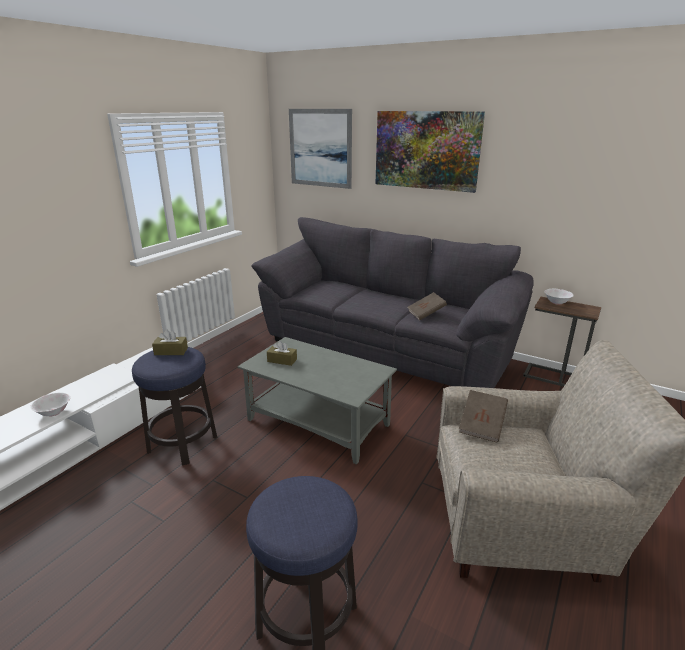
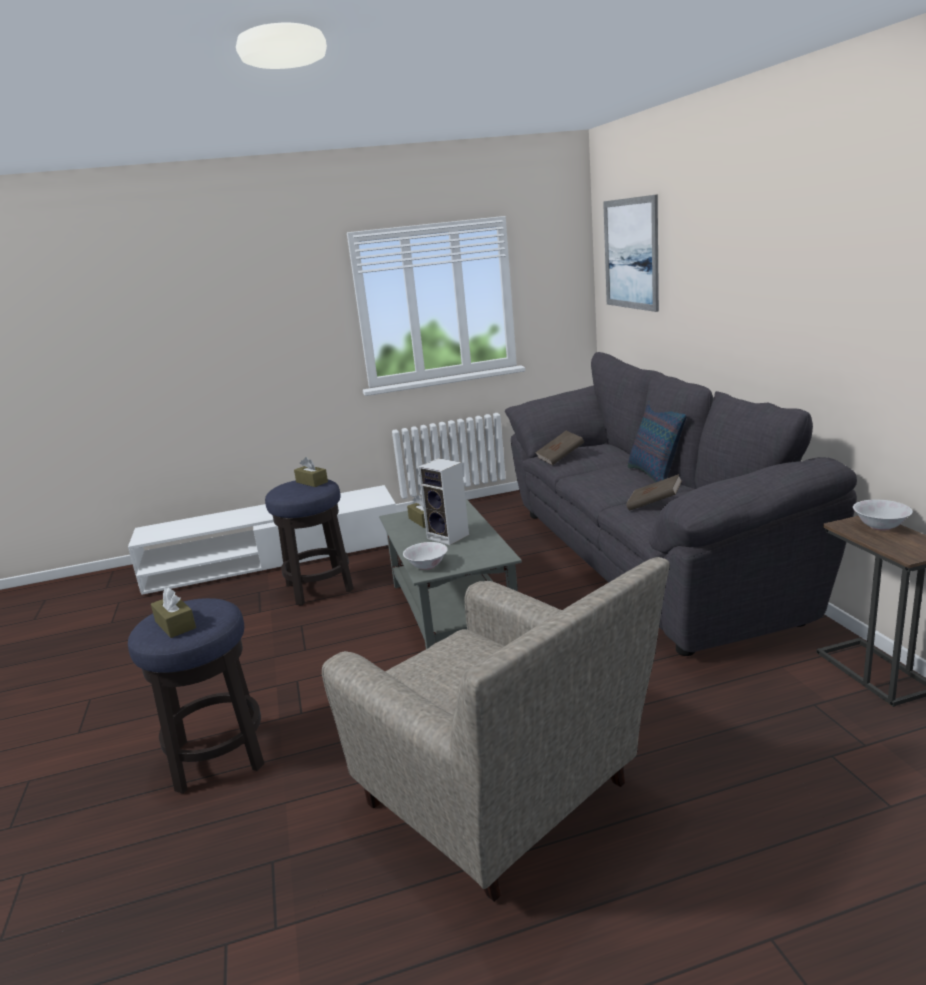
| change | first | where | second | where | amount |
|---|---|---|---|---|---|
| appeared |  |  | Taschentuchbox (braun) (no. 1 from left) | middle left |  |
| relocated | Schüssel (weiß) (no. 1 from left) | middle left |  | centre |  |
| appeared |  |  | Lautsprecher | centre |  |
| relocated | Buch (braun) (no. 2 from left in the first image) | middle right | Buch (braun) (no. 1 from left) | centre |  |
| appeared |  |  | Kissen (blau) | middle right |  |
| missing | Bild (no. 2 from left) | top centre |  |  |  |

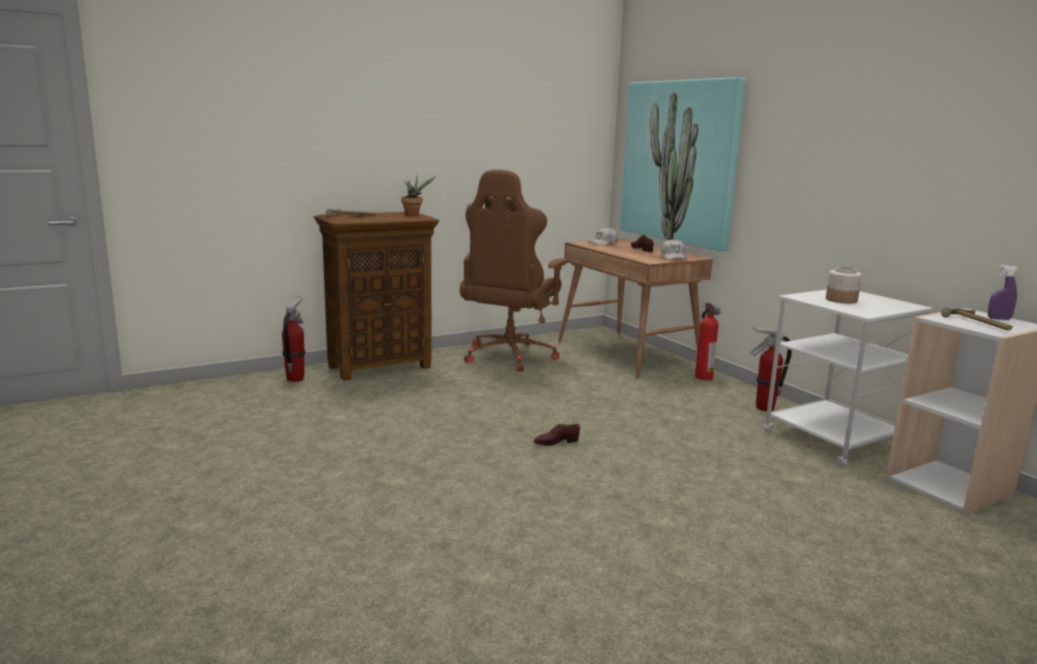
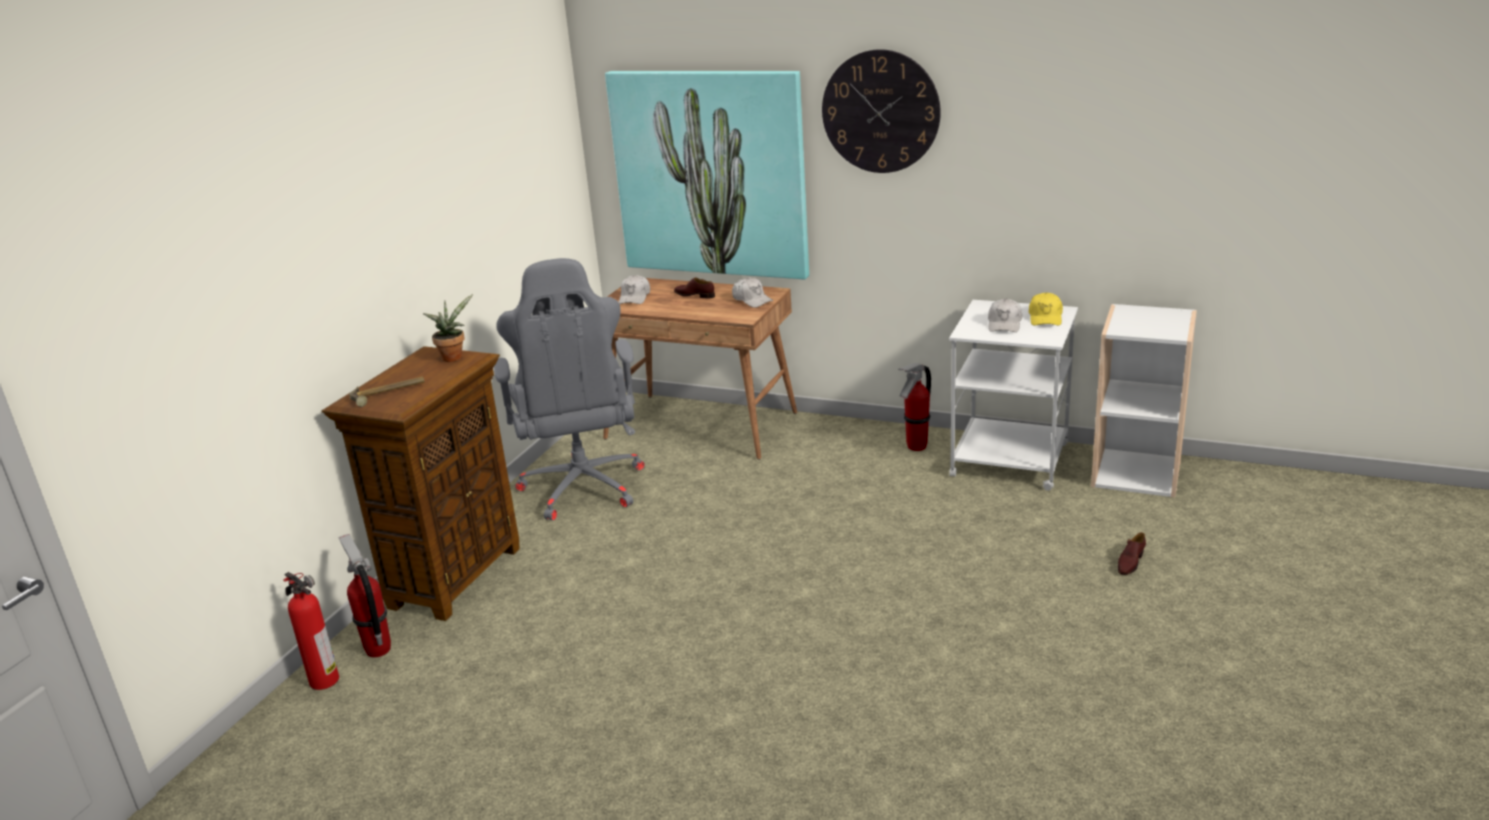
| change | first | where | second | where | amount |
|---|---|---|---|---|---|
| relocated | Feuerlöscher (no. 2 from left in the first image) | middle right | Feuerlöscher (no. 1 from left) | bottom left |  |
| colour | Bürostuhl (braun) | centre | Bürostuhl (grau) | centre |  |
| appeared |  |  | Wanduhr | top centre |  |
| exchanged | Vorratsglas | middle right | Kappe (weiß) (no. 3 from left) | middle right |  |
| appeared |  |  | Kappe (gelb) | middle right |  |
| relocated | Schuh (braun) (no. 1 from left in the first image) | centre | Schuh (braun) (no. 2 from left) | bottom right |  |
| missing | Hammer (no. 2 from left) | middle right |  |  |  |
| missing | Sprühflasche (lila) | middle right |  |  |  |

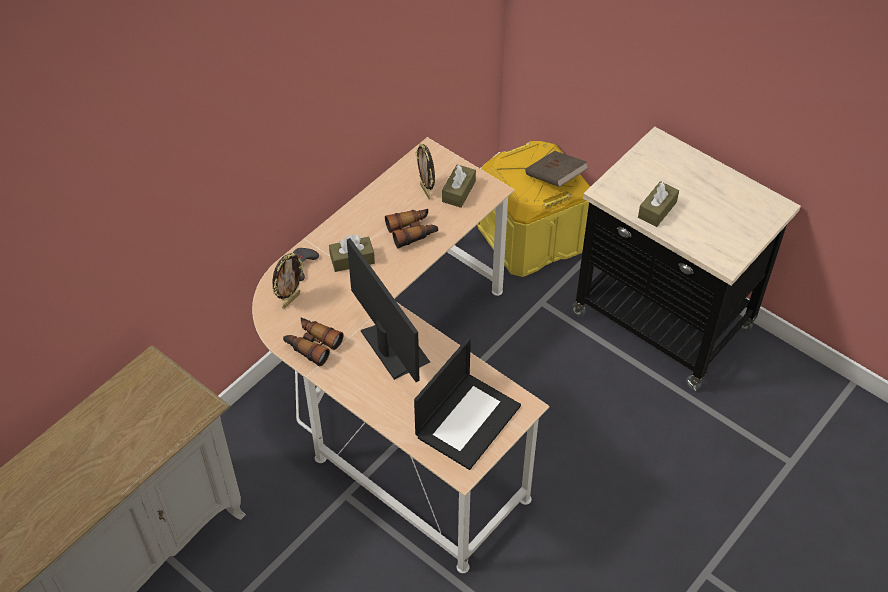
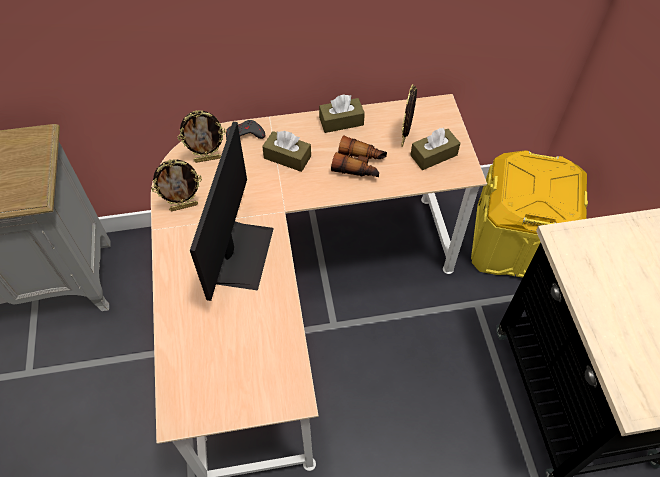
| change | first | where | second | where | amount |
|---|---|---|---|---|---|
| exchanged | Fernglas (no. 1 from left) | centre | Bilderrahmen (no. 1 from left) | middle left |  |
| relocated | Taschentuchbox (braun) (no. 3 from left in the first image) | middle right | Taschentuchbox (braun) (no. 2 from left) | top centre |  |
| missing | Laptop | bottom centre |  |  |  |
| missing | Buch (braun) | top centre |  |  |  |

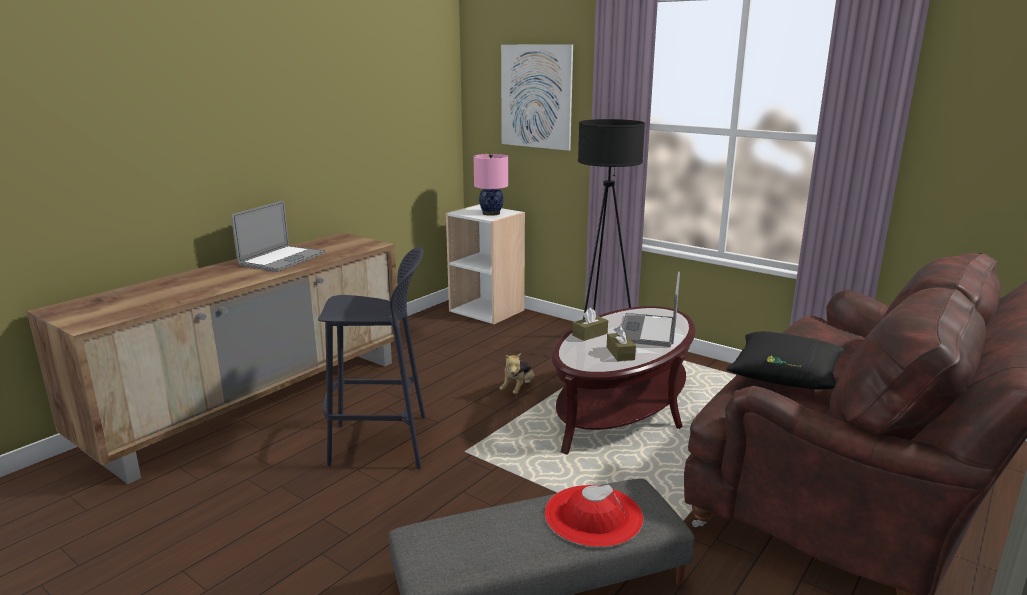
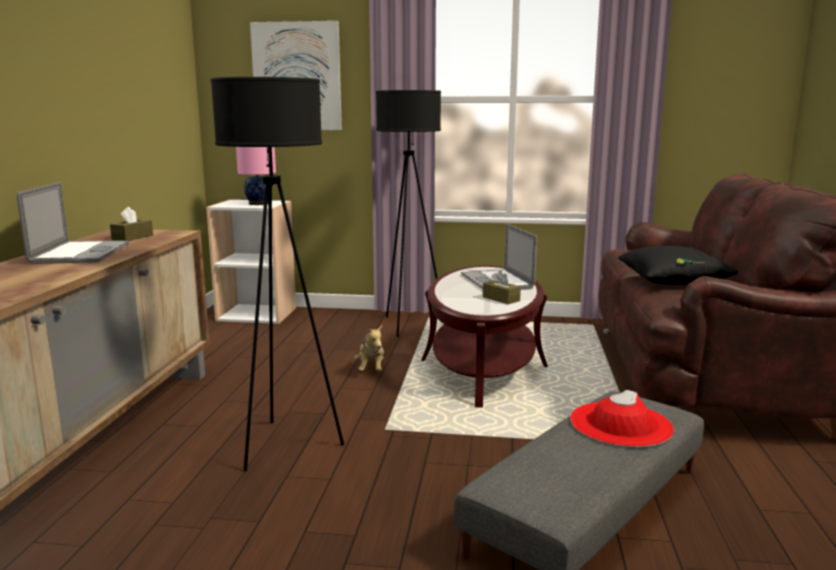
| change | first | where | second | where | amount |
|---|---|---|---|---|---|
| relocated | Taschentuchbox (braun) (no. 1 from left) | centre |  | middle left |  |
| exchanged | Hocker (grau) | centre | Stehlampe (schwarz) (no. 1 from left) | middle left |  |

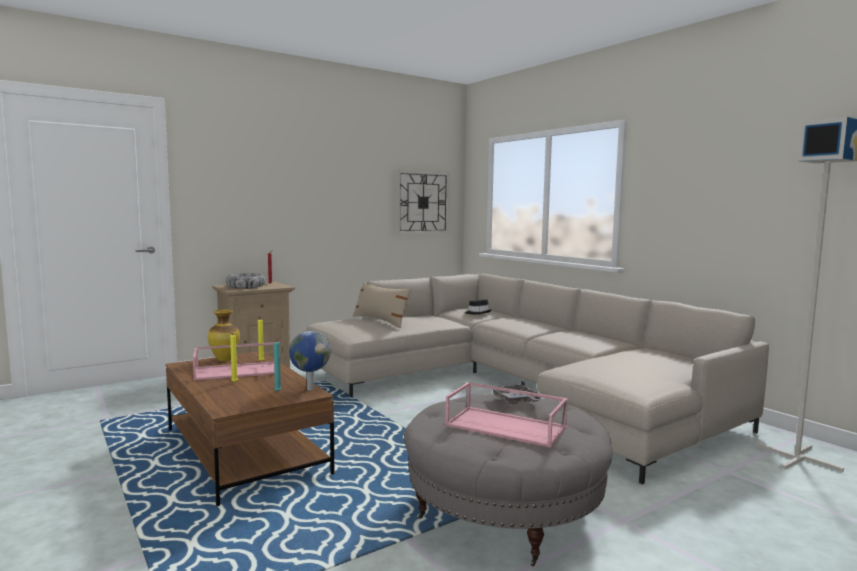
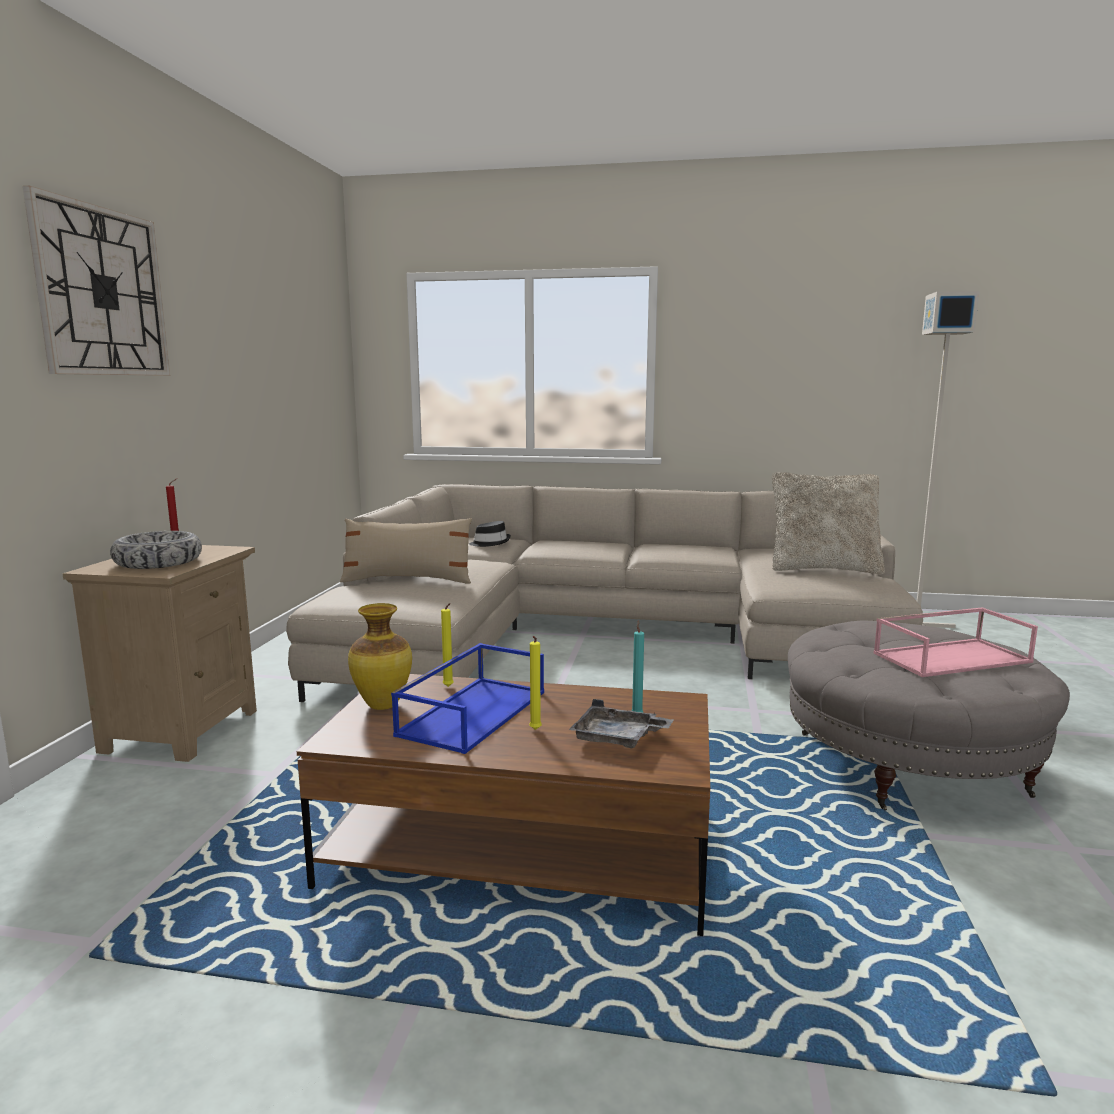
| change | first | where | second | where | amount |
|---|---|---|---|---|---|
| relocated | Wanduhr | centre |  | top left |  |
| colour | Tablett (rosa) (no. 1 from left) | middle left | Tablett (blau) | centre |  |
| relocated | Tablett (grau) | bottom centre |  | centre |  |
| appeared |  |  | Kissen (beige) (no. 2 from left) | middle right |  |
| missing | Globus | centre |  |  |  |

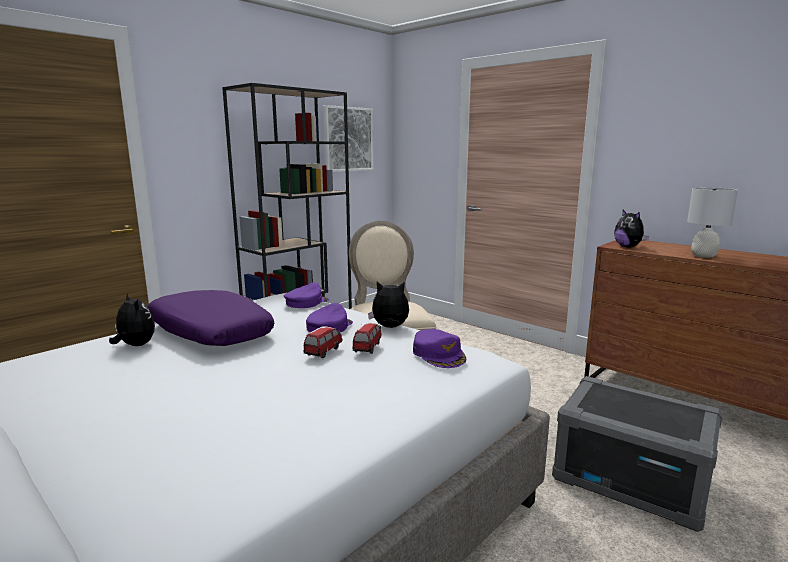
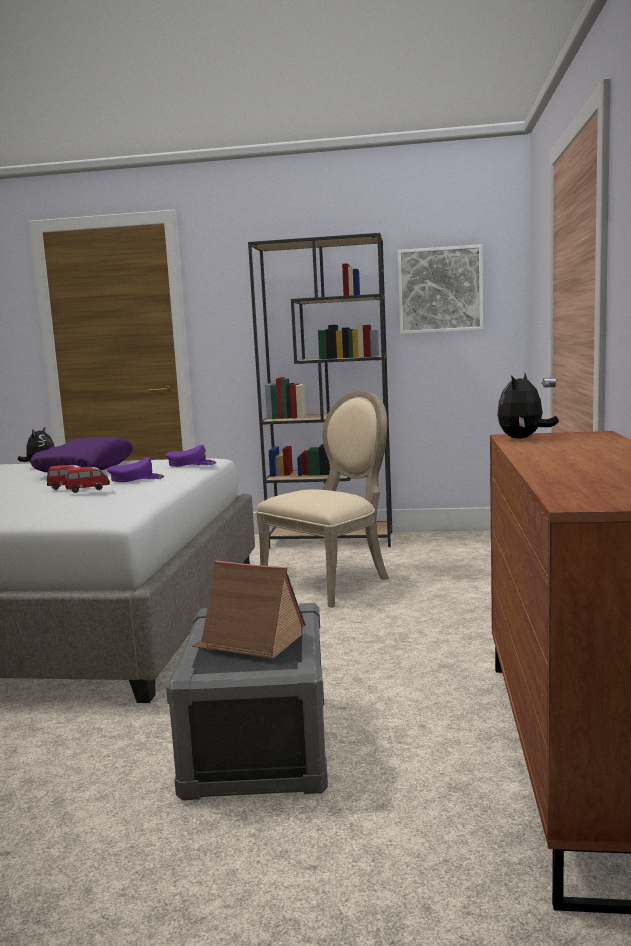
| change | first | where | second | where | amount |
|---|---|---|---|---|---|
| appeared |  |  | Spielzeughaus | centre |  |
| missing | Plüschtier (no. 2 from left) | centre |  |  |  |
| missing | Kappe (lila) (no. 3 from left) | centre |  |  |  |
| missing | Tischlampe (grau) | middle right |  |  |  |

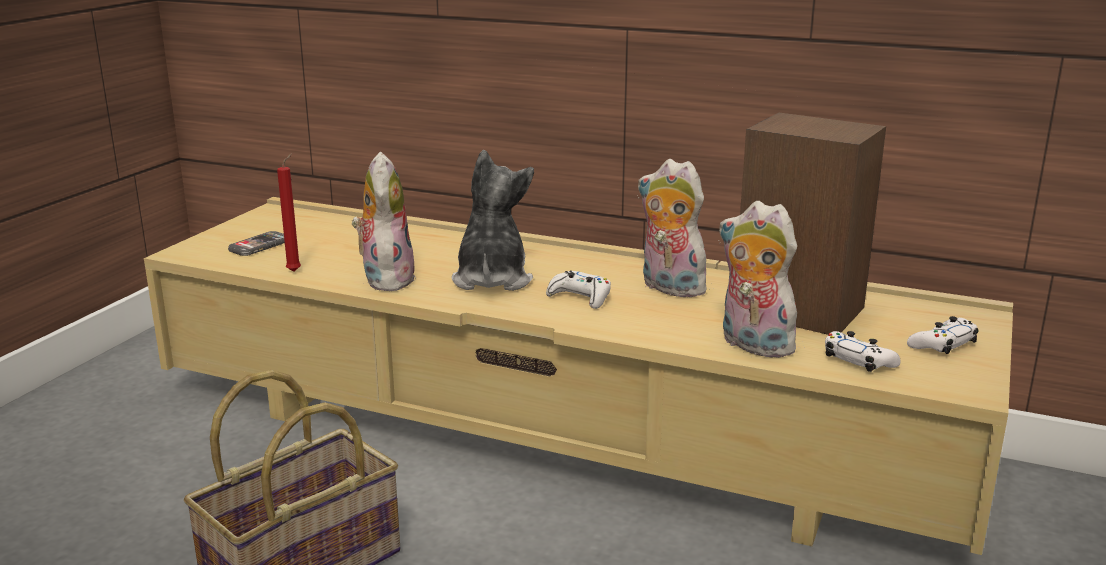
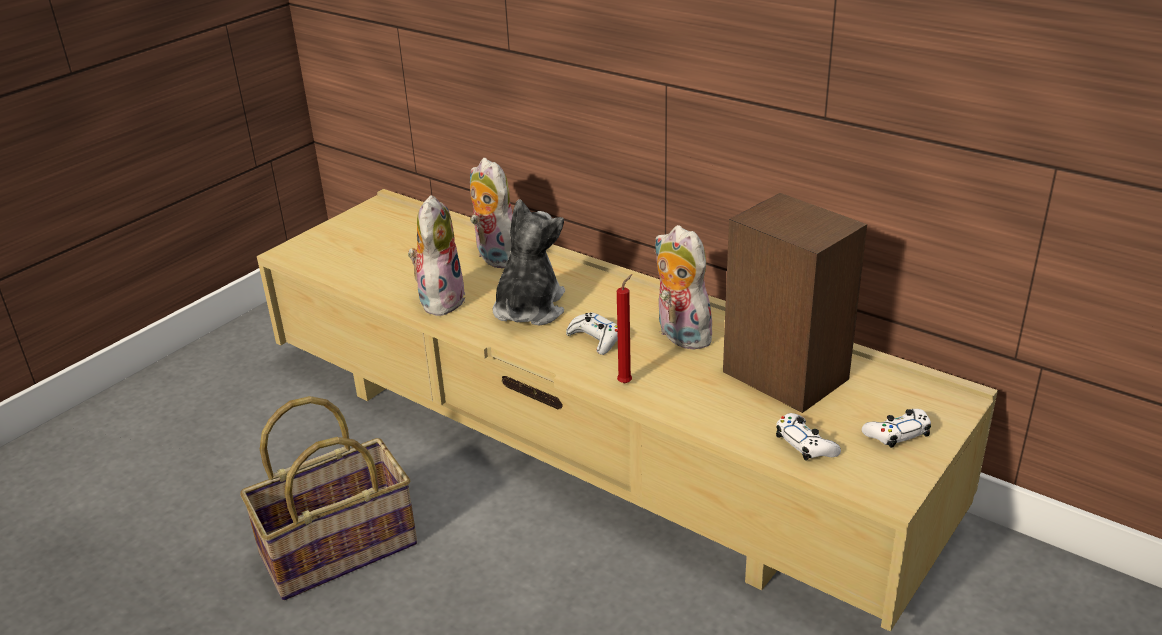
| change | first | where | second | where | amount |
|---|---|---|---|---|---|
| relocated | Plüschtier (no. 4 from left in the first image) | middle right | Plüschtier (no. 2 from left) | centre |  |
| relocated | Kerze (rot) | middle left |  | centre |  |
| missing | Handy | middle left |  |  |  |

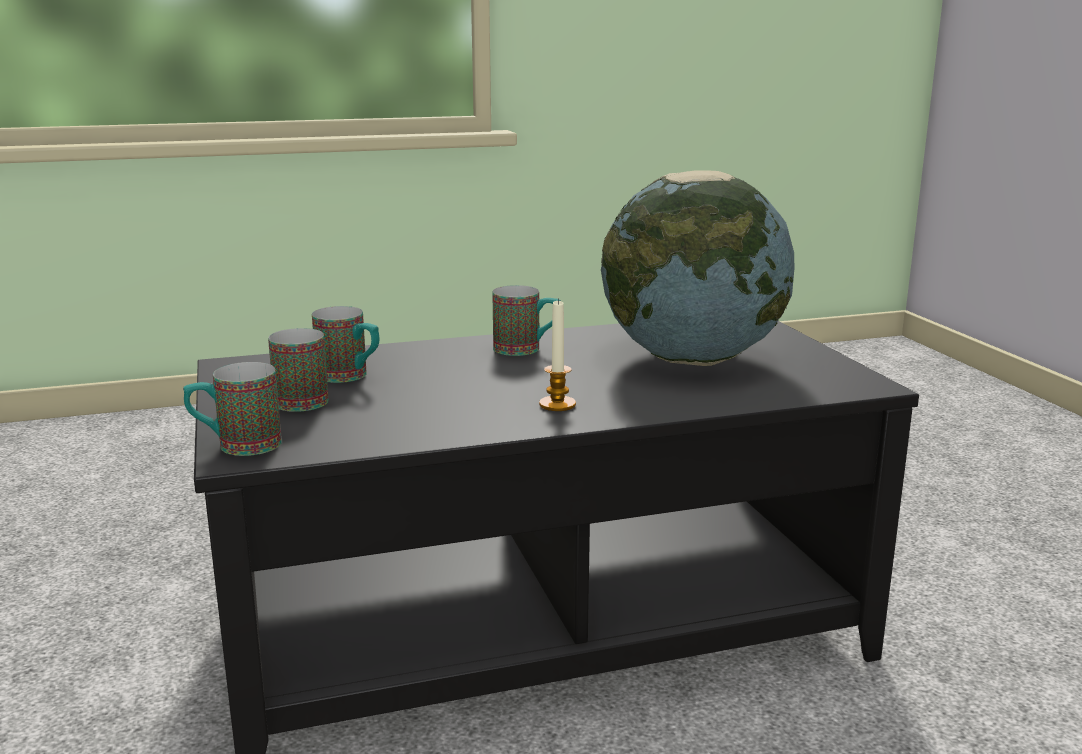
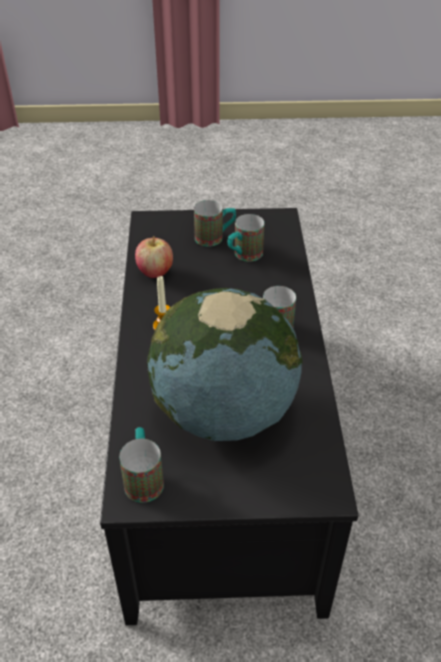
| change | first | where | second | where | amount |
|---|---|---|---|---|---|
| relocated | Henkelbecher (no. 1 from left) | middle left |  | bottom left |  |
| appeared |  |  | Apfel | centre |  |

